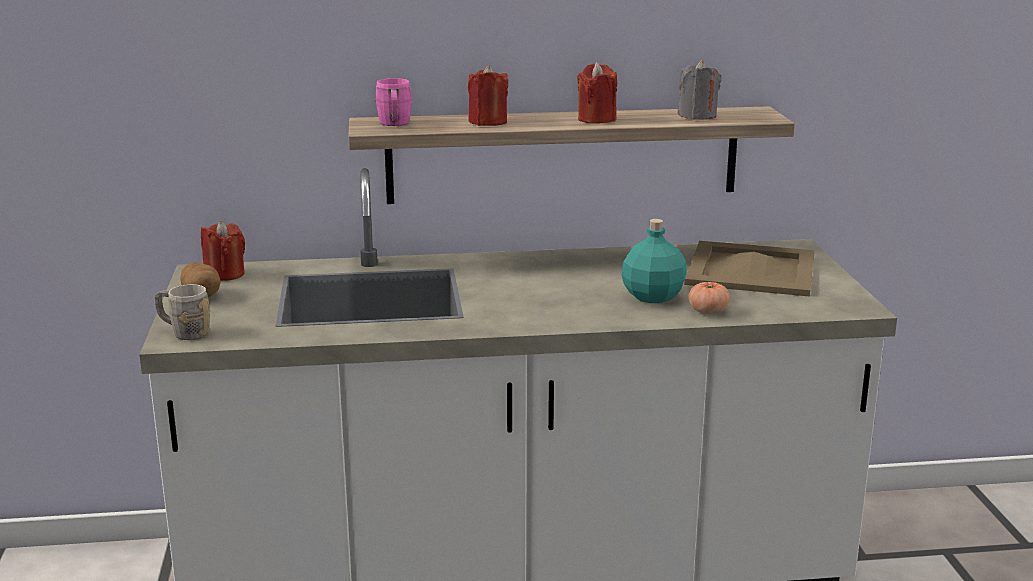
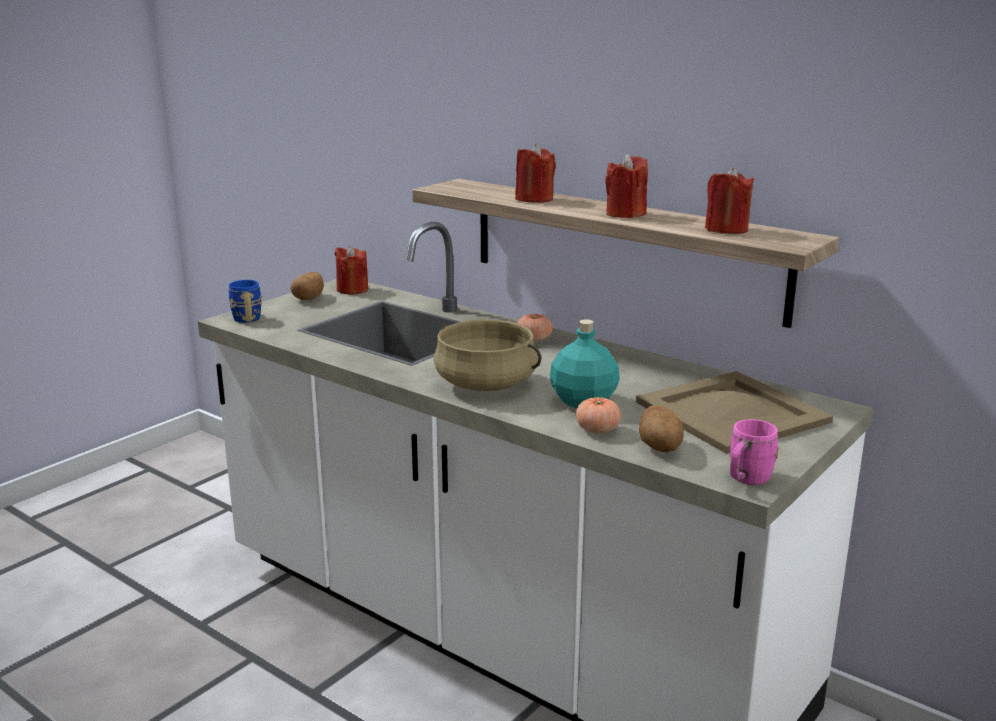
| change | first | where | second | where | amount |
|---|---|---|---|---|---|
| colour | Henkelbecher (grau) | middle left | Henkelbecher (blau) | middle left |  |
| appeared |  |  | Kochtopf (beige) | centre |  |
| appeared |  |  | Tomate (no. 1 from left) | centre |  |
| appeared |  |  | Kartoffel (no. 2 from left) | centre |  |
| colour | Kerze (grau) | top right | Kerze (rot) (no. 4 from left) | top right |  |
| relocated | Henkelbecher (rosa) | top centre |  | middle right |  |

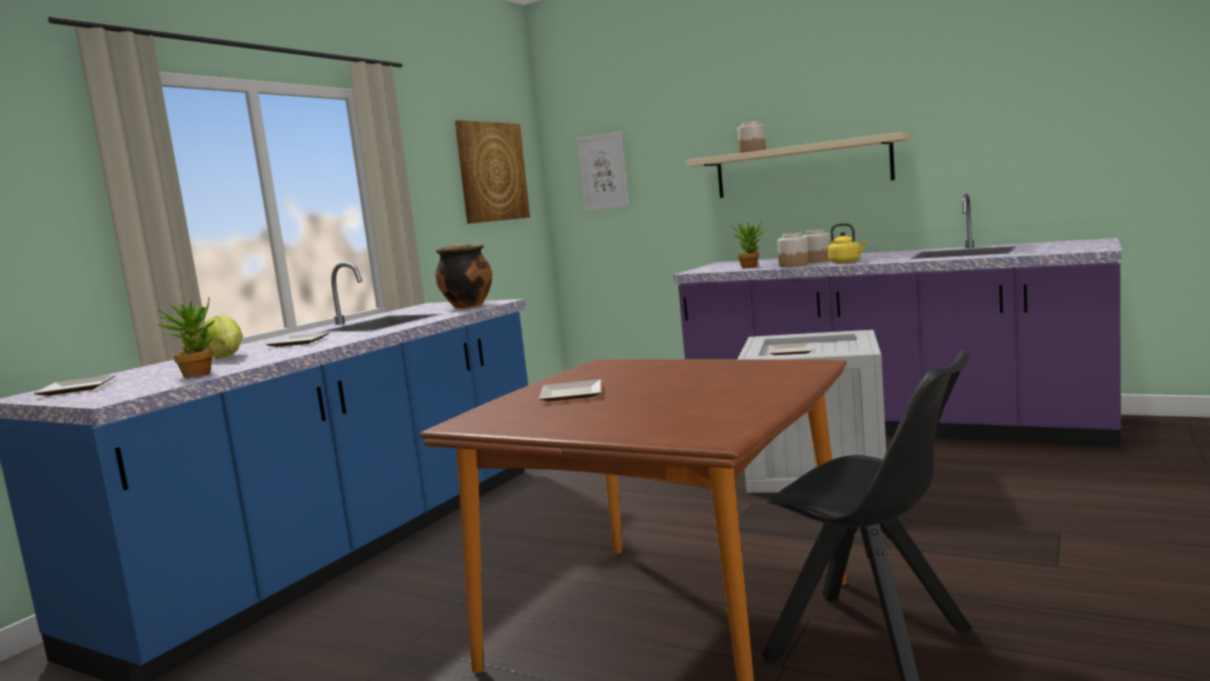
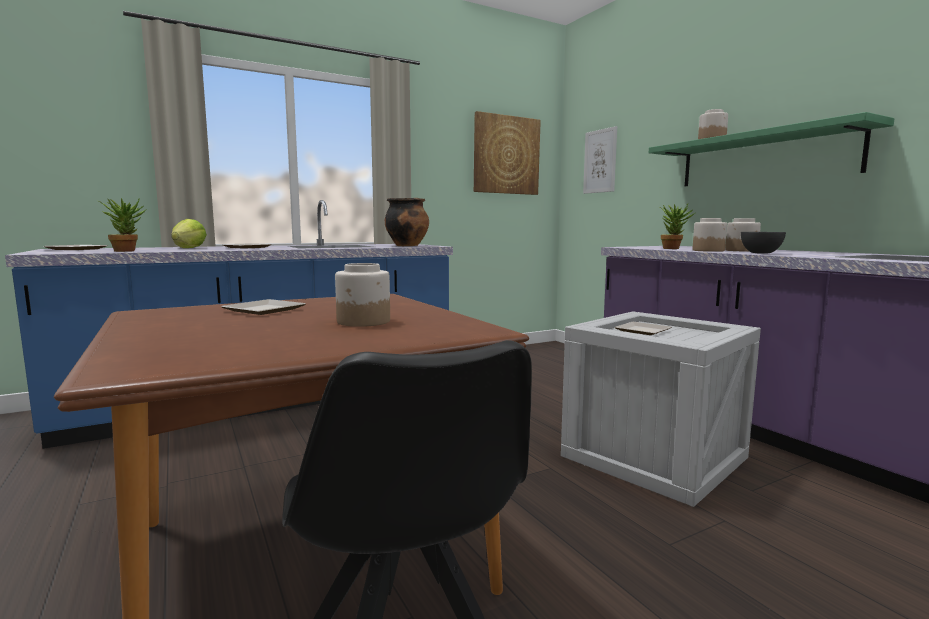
| change | first | where | second | where | amount |
|---|---|---|---|---|---|
| appeared |  |  | Vorratsglas (no. 1 from left) | centre |  |
| colour | Wandregal (beige) | top centre | Wandregal (grün) | top right |  |
| exchanged | Wasserkessel (gelb) | middle right | Schüssel (grau) | middle right |  |

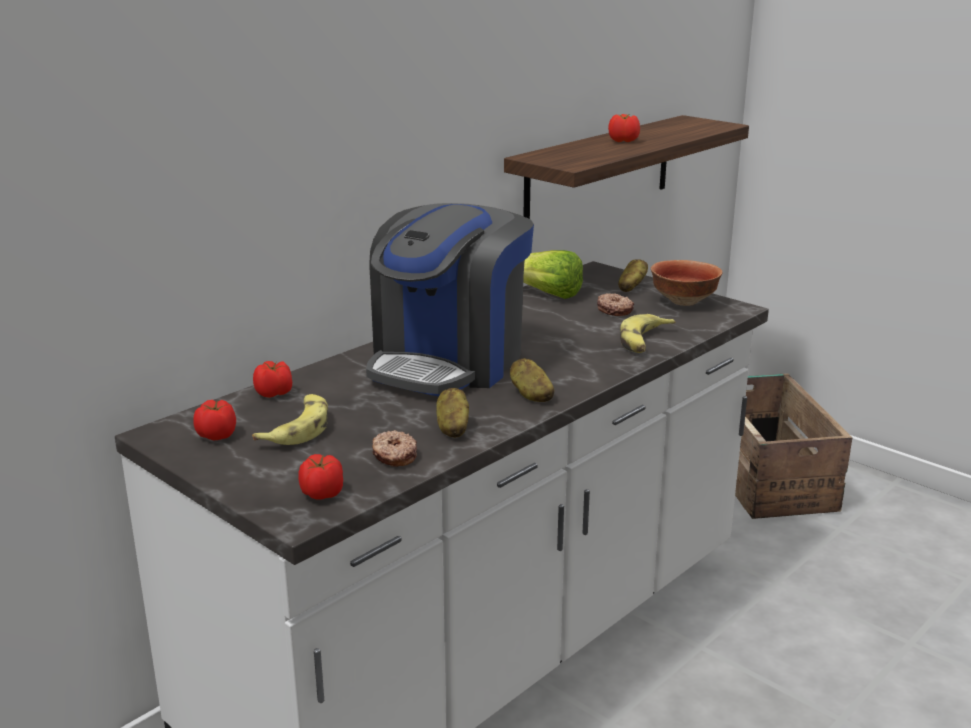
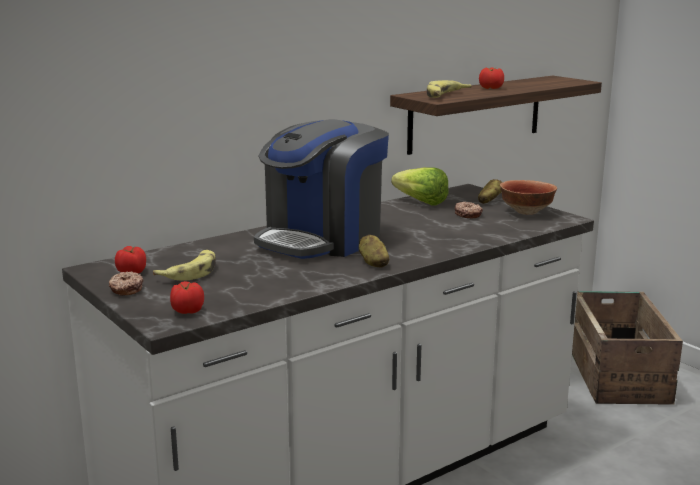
| change | first | where | second | where | amount |
|---|---|---|---|---|---|
| relocated | Donut (no. 1 from left) | centre |  | middle left |  |
| relocated | Banane (no. 2 from left) | centre |  | top centre |  |
| missing | Tomate (no. 2 from left) | middle left |  |  |  |
| missing | Kartoffel (no. 1 from left) | centre |  |  |  |

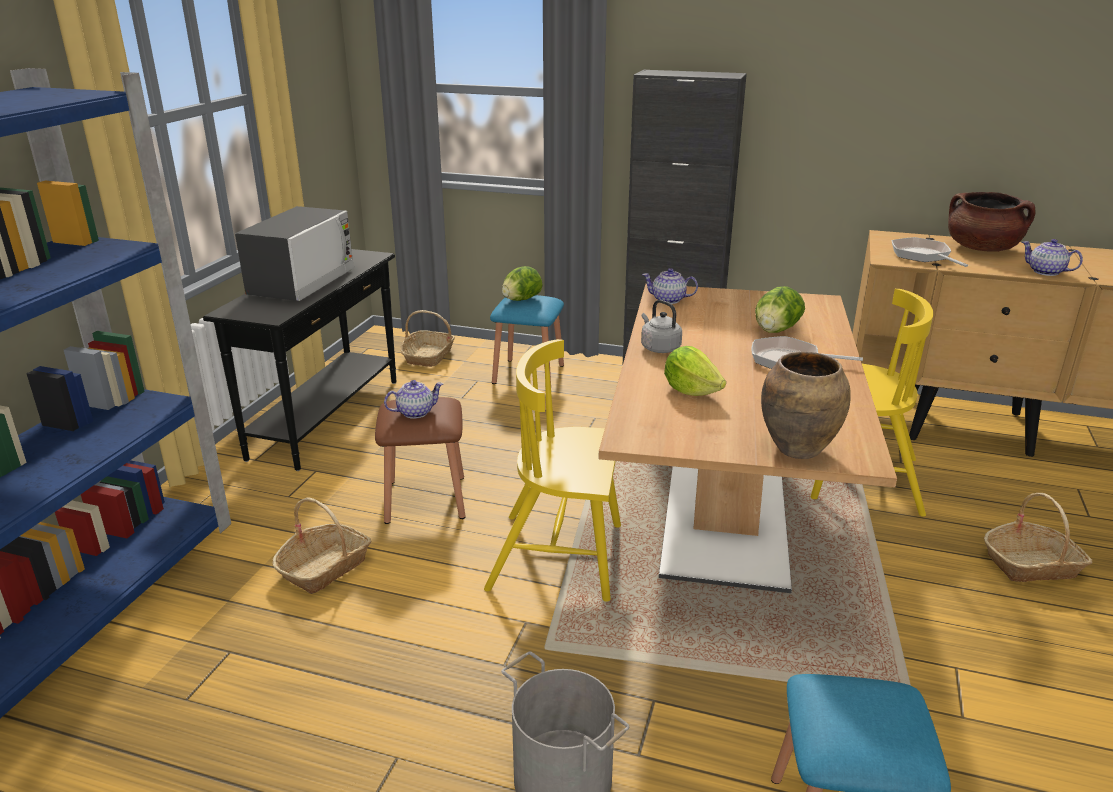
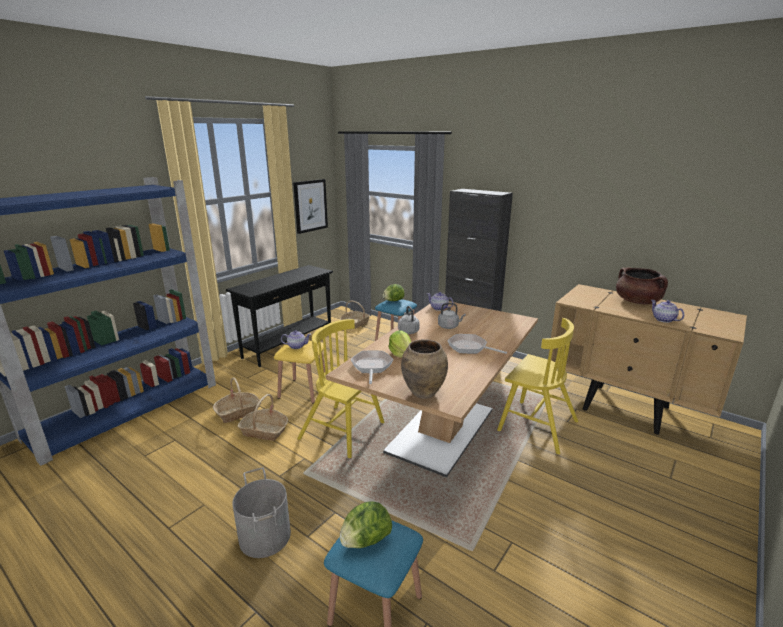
| change | first | where | second | where | amount |
|---|---|---|---|---|---|
| relocated | Korb (no. 3 from left in the first image) | bottom right | Korb (no. 2 from left) | centre |  |
| colour | Hocker (braun) | centre | Hocker (gelb) | centre |  |
| appeared |  |  | Bild | top centre |  |
| relocated | Salatkopf (no. 3 from left in the first image) | middle right | Salatkopf (no. 1 from left) | bottom centre |  |
| relocated | Pfanne (no. 2 from left in the first image) | top right | Pfanne (no. 1 from left) | centre |  |
| appeared |  |  | Wasserkessel (grau) (no. 2 from left) | centre |  |
| missing | Mikrowelle | top left |  |  |  |

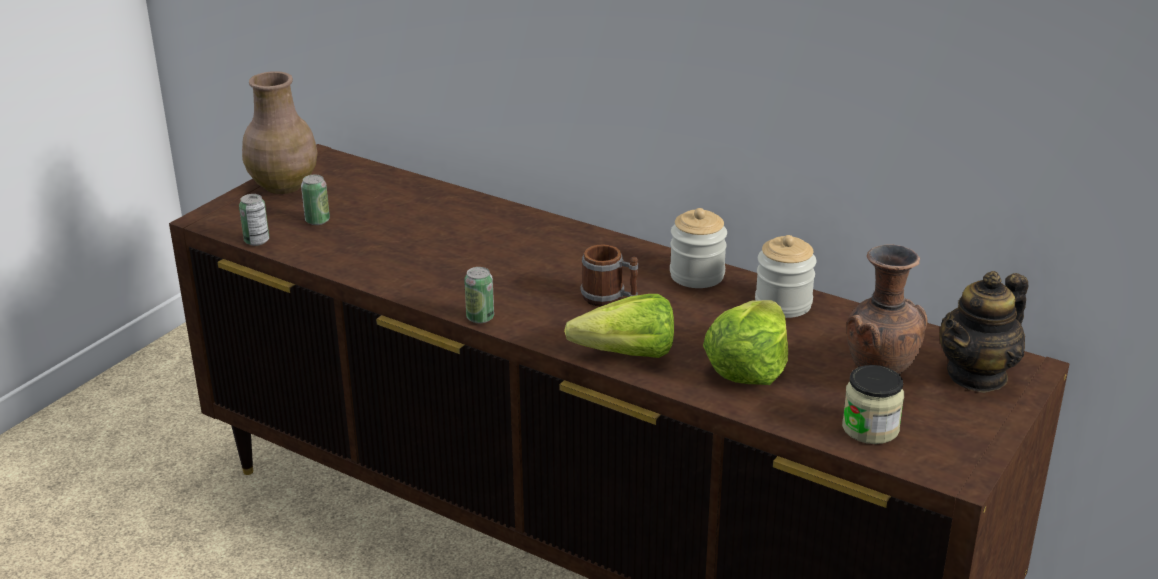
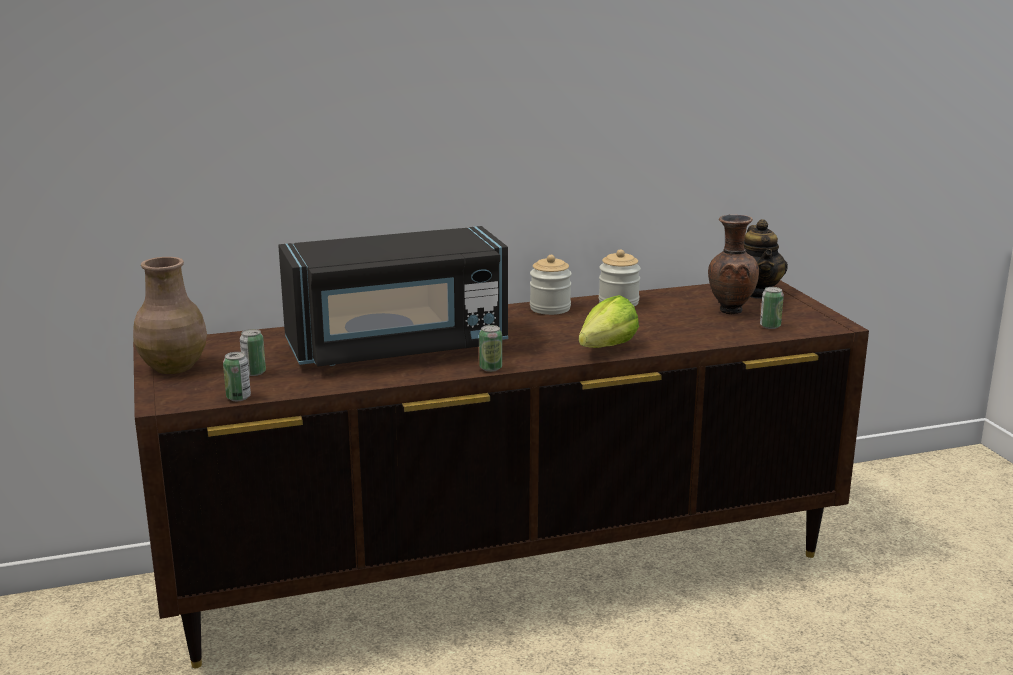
| change | first | where | second | where | amount |
|---|---|---|---|---|---|
| appeared |  |  | Mikrowelle (schwarz) | centre |  |
| exchanged | Vorratsglas (no. 3 from left) | bottom right | Dose (no. 4 from left) | middle right |  |
| missing | Henkelbecher | centre |  |  |  |
| missing | Salatkopf (no. 2 from left) | centre |  |  |  |

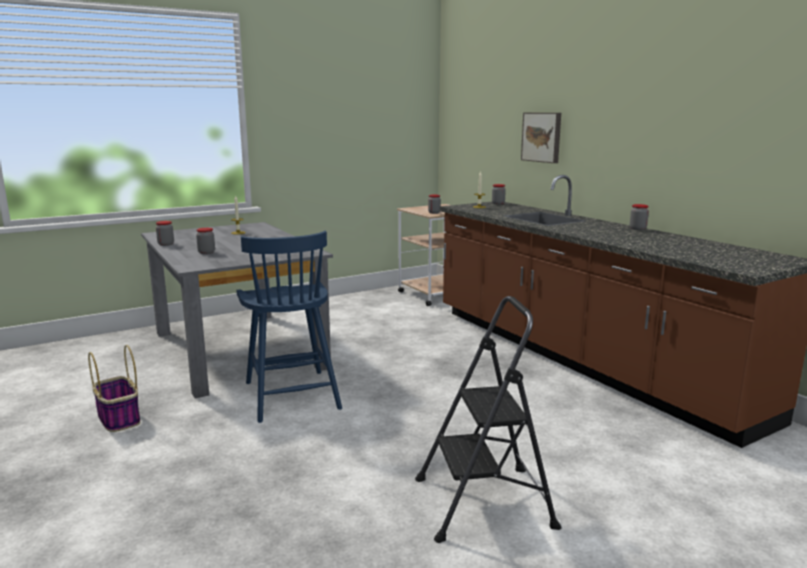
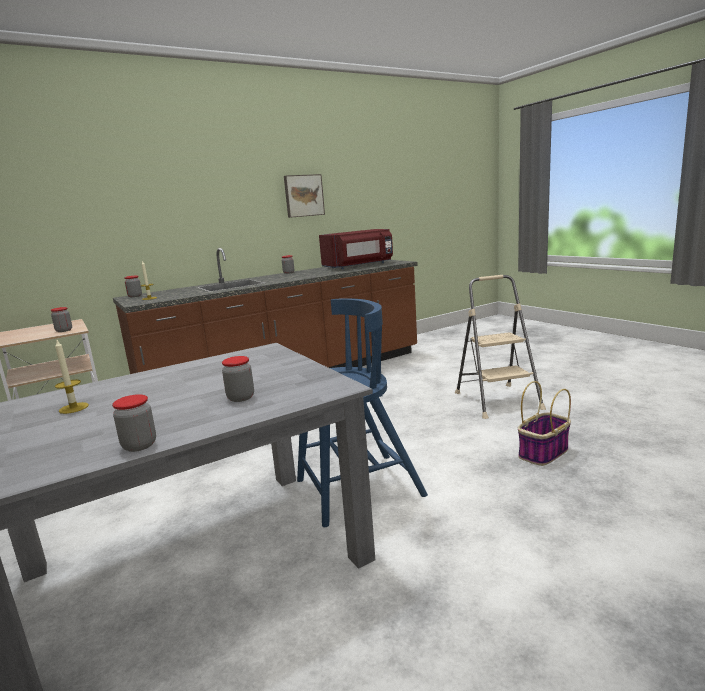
| change | first | where | second | where | amount |
|---|---|---|---|---|---|
| relocated | Bild | top right |  | top centre |  |
| appeared |  |  | Mikrowelle (rot) | centre |  |
| colour | Trittleiter (schwarz) | bottom centre | Trittleiter (beige) | middle right |  |
| relocated | Korb | bottom left |  | middle right |  |

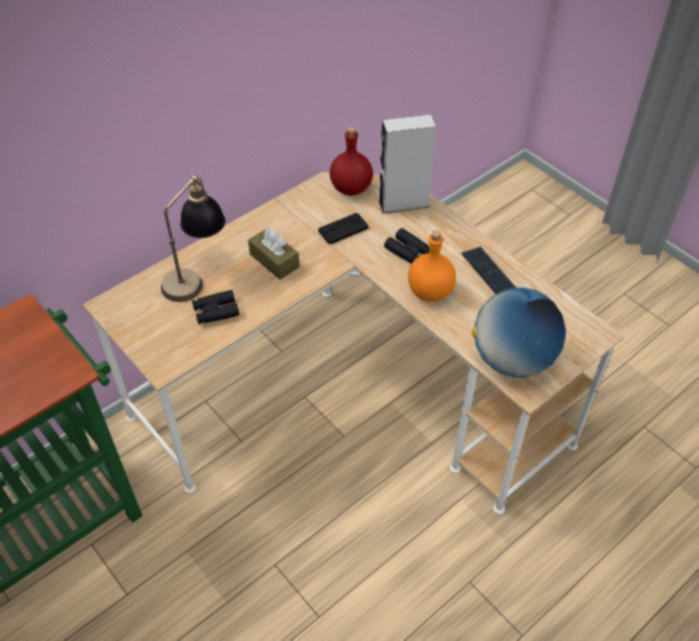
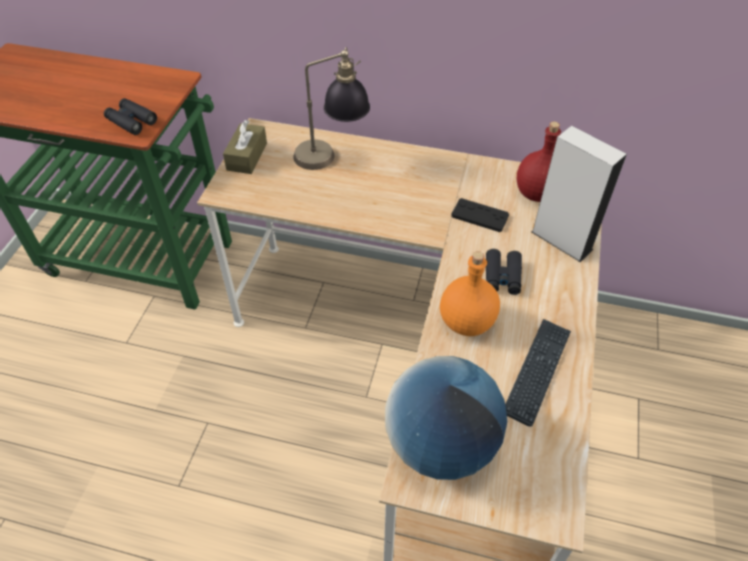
| change | first | where | second | where | amount |
|---|---|---|---|---|---|
| relocated | Fernglas (schwarz) (no. 1 from left) | middle left |  | top left |  |
| relocated | Taschentuchbox (braun) | centre |  | top left |  |

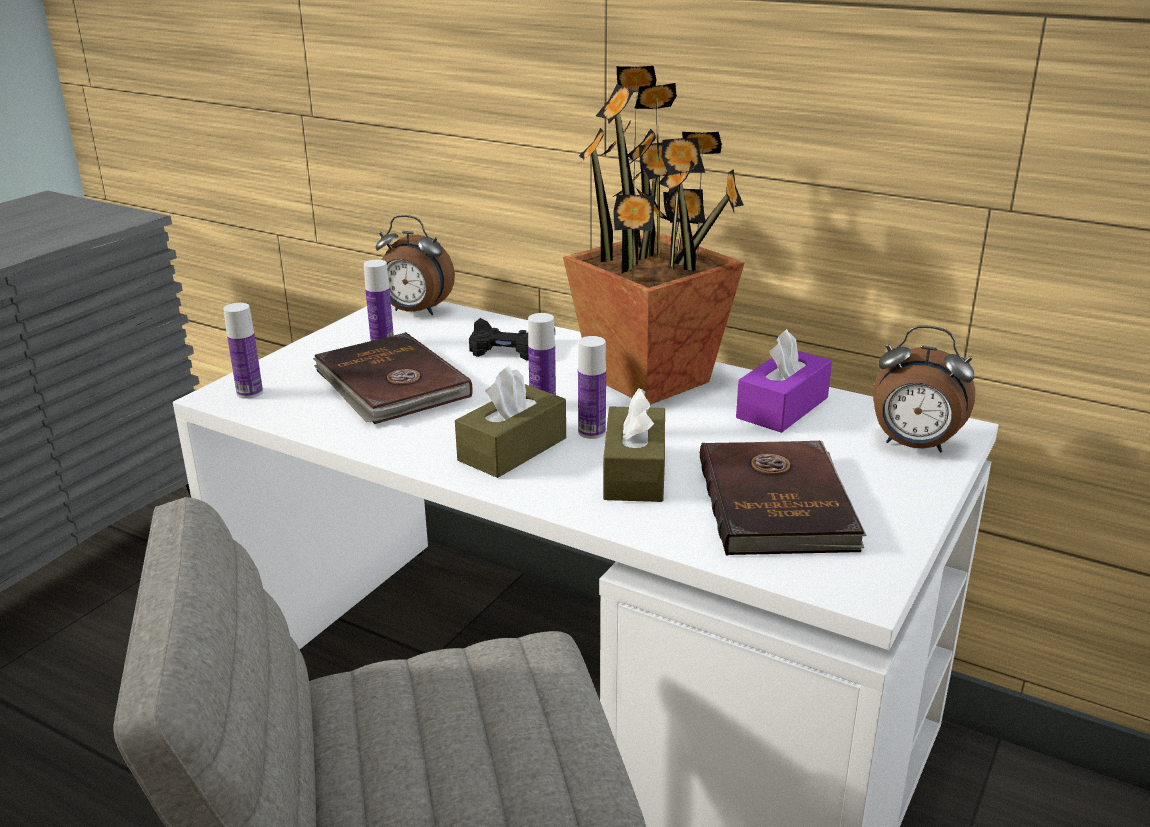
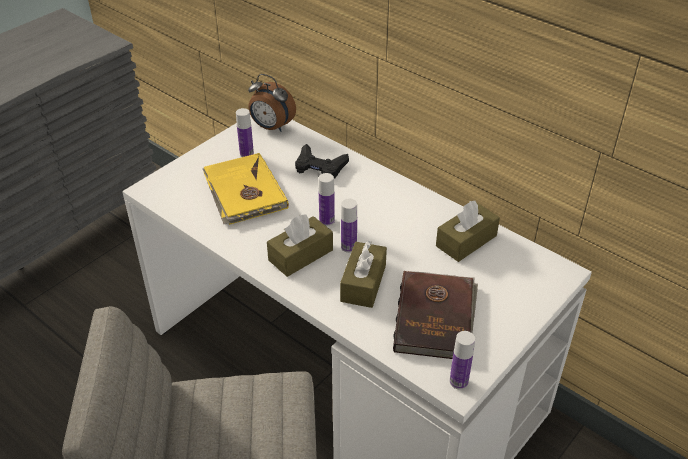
| change | first | where | second | where | amount |
|---|---|---|---|---|---|
| colour | Buch (braun) (no. 1 from left) | centre | Buch (gelb) | centre |  |
| colour | Taschentuchbox (lila) | middle right | Taschentuchbox (braun) (no. 3 from left) | middle right |  |
| relocated | Flasche (no. 1 from left in the first image) | middle left | Flasche (no. 4 from left) | bottom right |  |
| missing | Topfpflanze | top centre |  |  |  |
| missing | Wecker (no. 2 from left) | middle right |  |  |  |

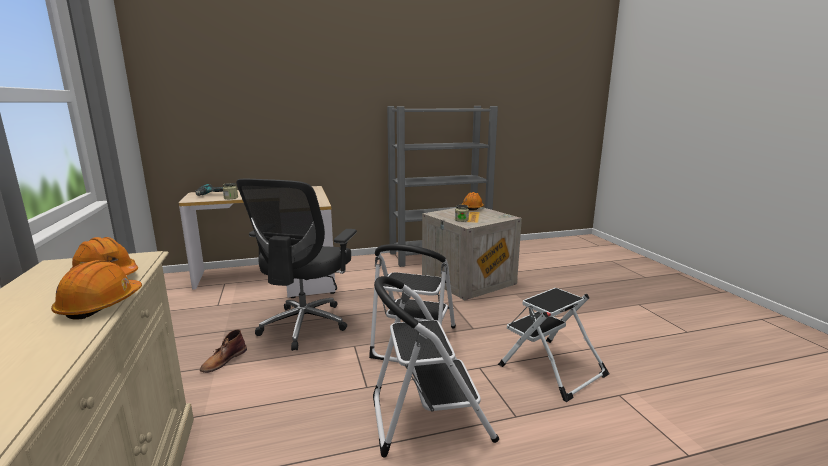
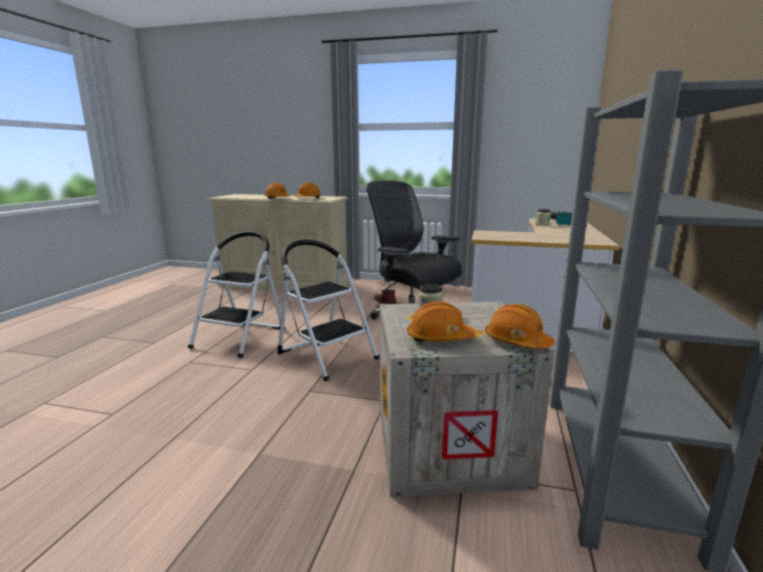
| change | first | where | second | where | amount |
|---|---|---|---|---|---|
| appeared |  |  | Schutzhelm (orange) (no. 3 from left) | centre |  |
| missing | Trittleiter (no. 3 from left) | bottom right |  |  |  |

